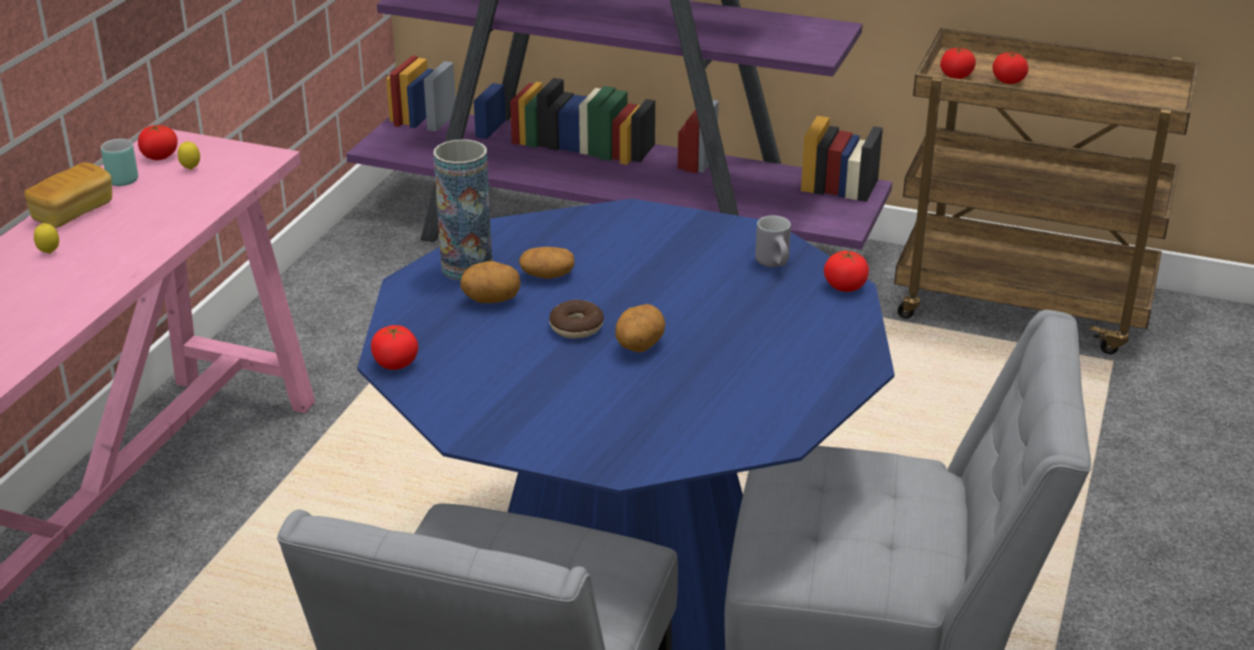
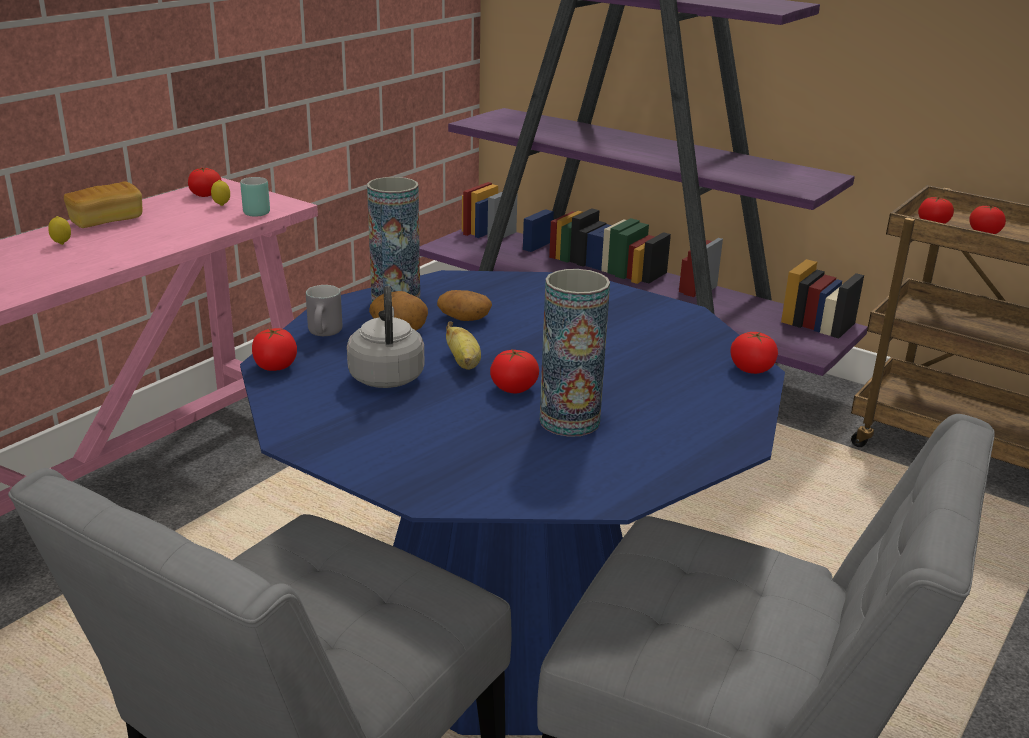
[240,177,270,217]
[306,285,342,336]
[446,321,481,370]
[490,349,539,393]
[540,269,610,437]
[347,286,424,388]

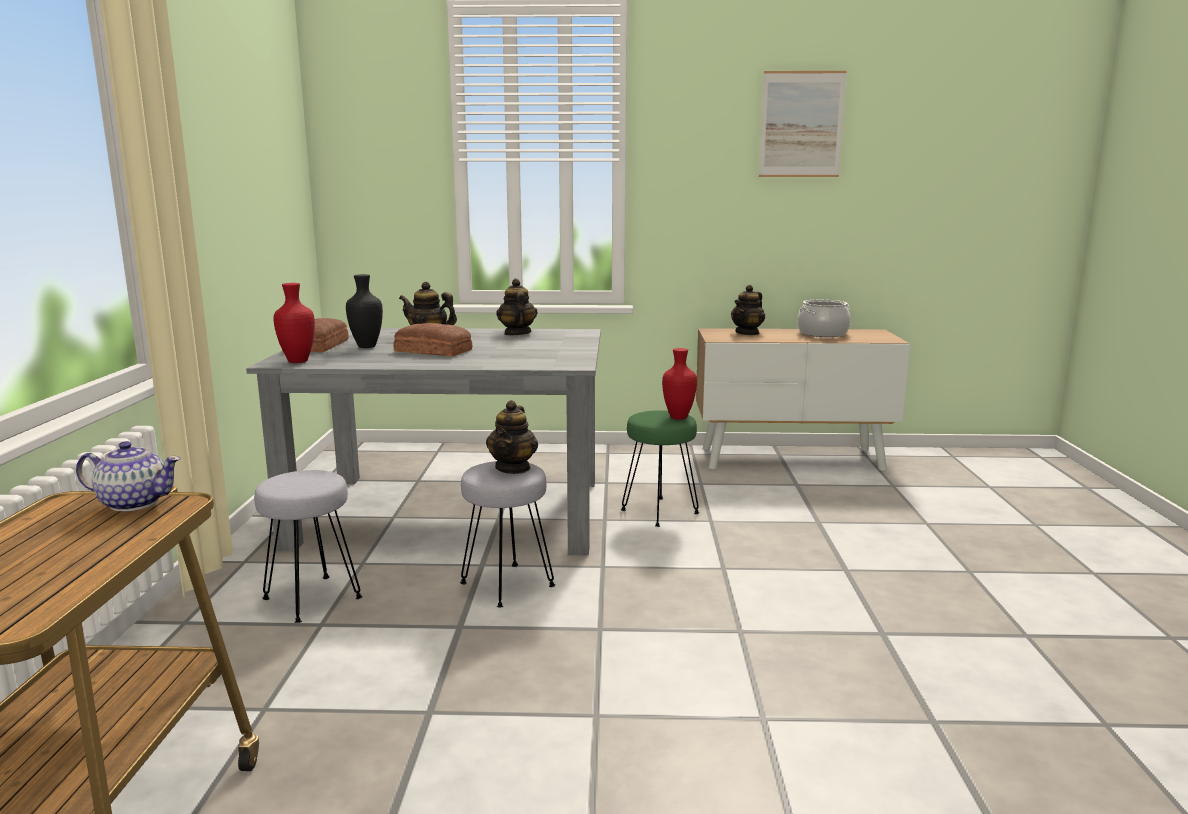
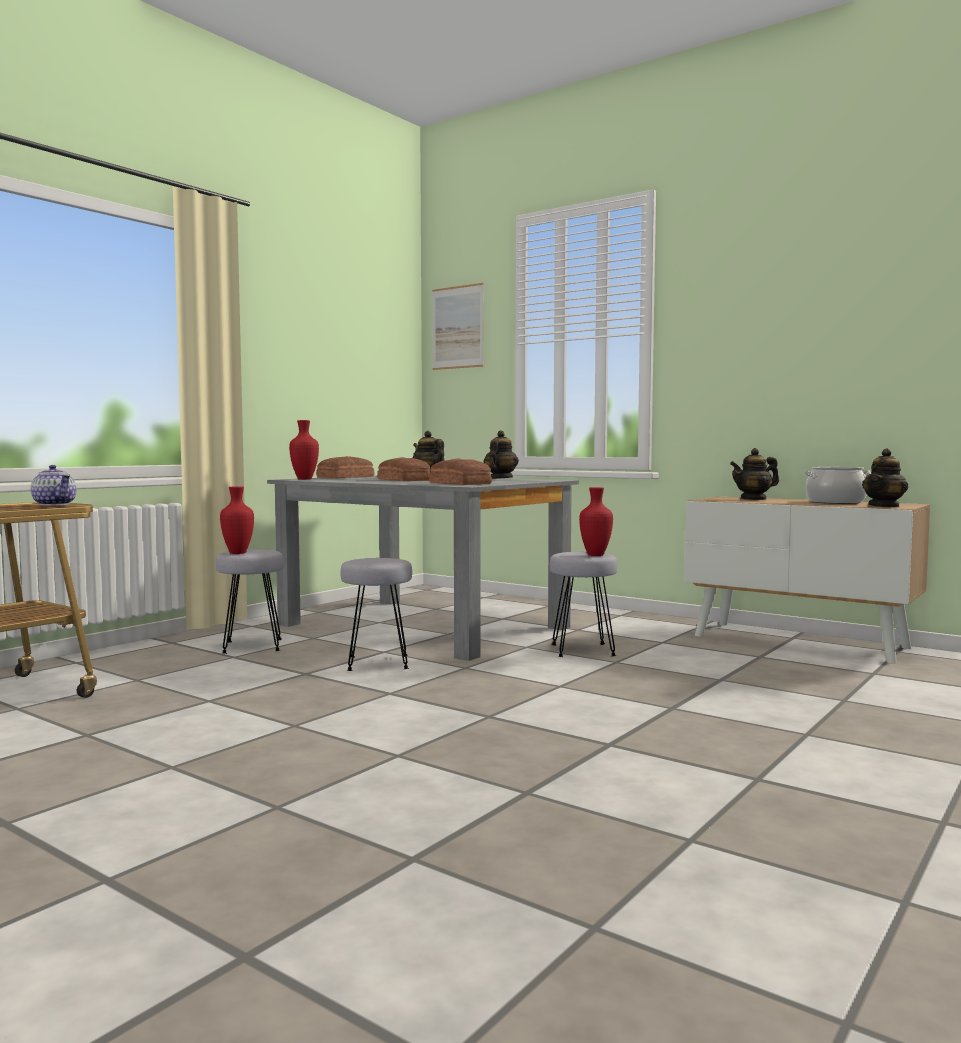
[432,283,484,370]
[346,274,383,348] (first image)
[862,448,908,508]
[550,552,617,657]
[429,458,492,485]
[220,486,254,554]

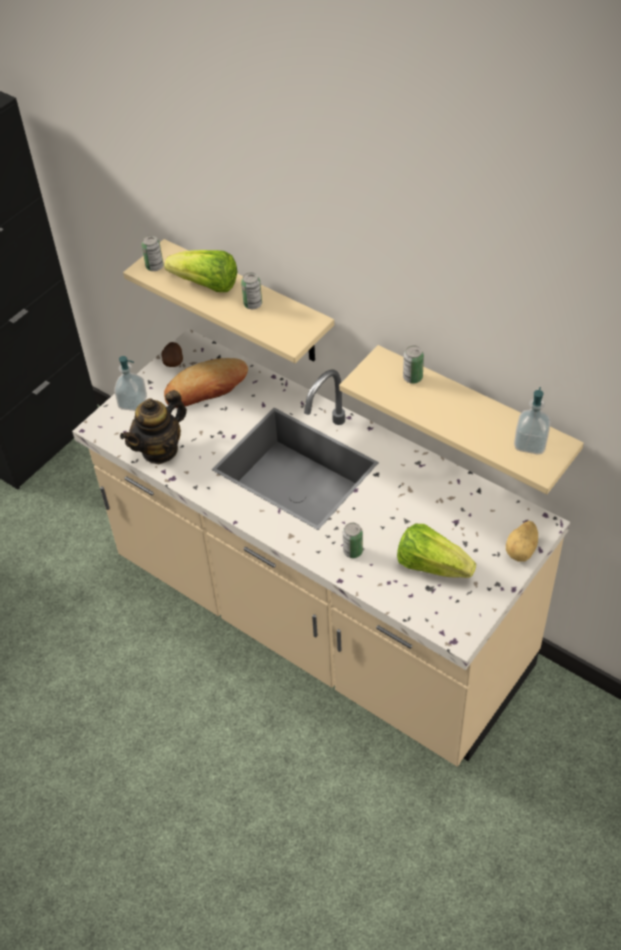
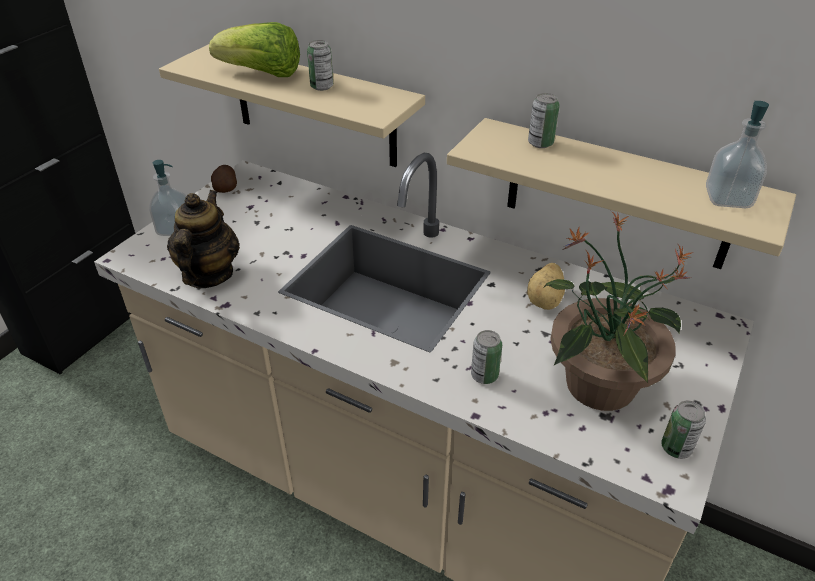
[661,401,706,459]
[164,358,248,408] (first image)
[167,190,240,288]
[527,263,565,310]
[543,211,694,411]

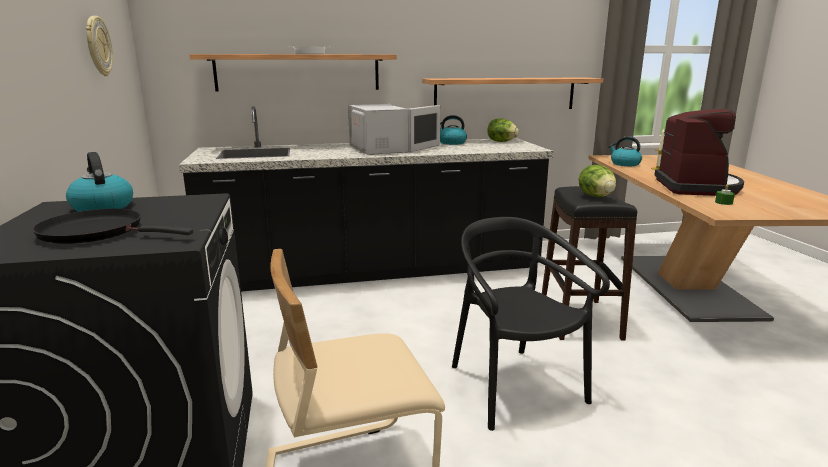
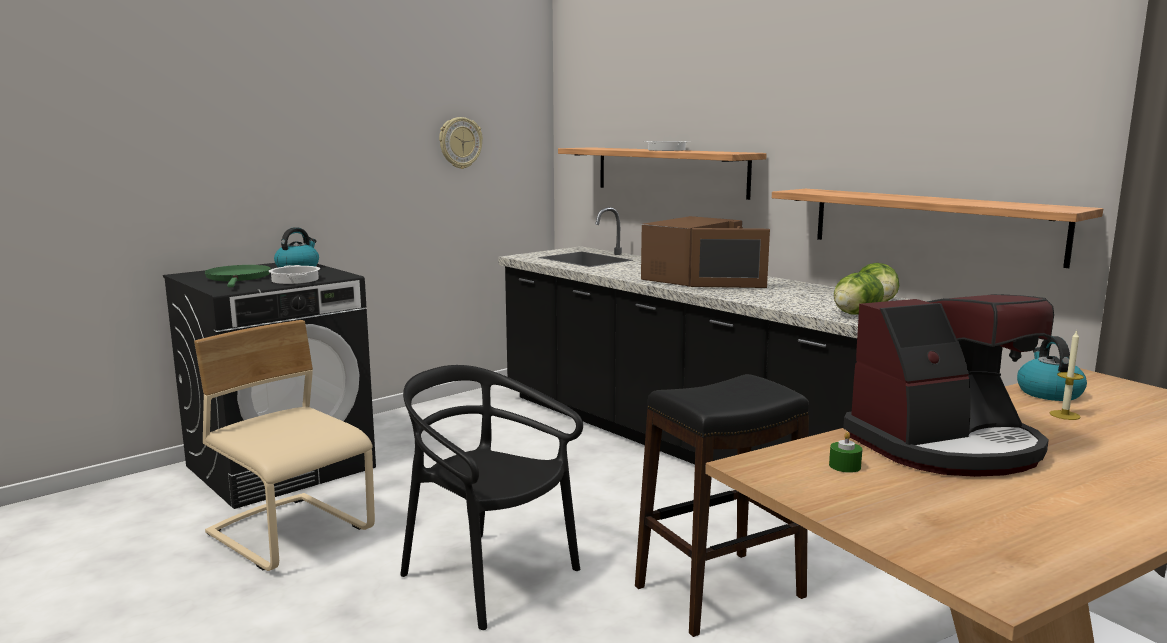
[641,216,770,288]
[440,115,467,145] (first image)
[834,272,884,314]
[204,265,271,287]
[400,365,583,630]
[268,265,320,284]

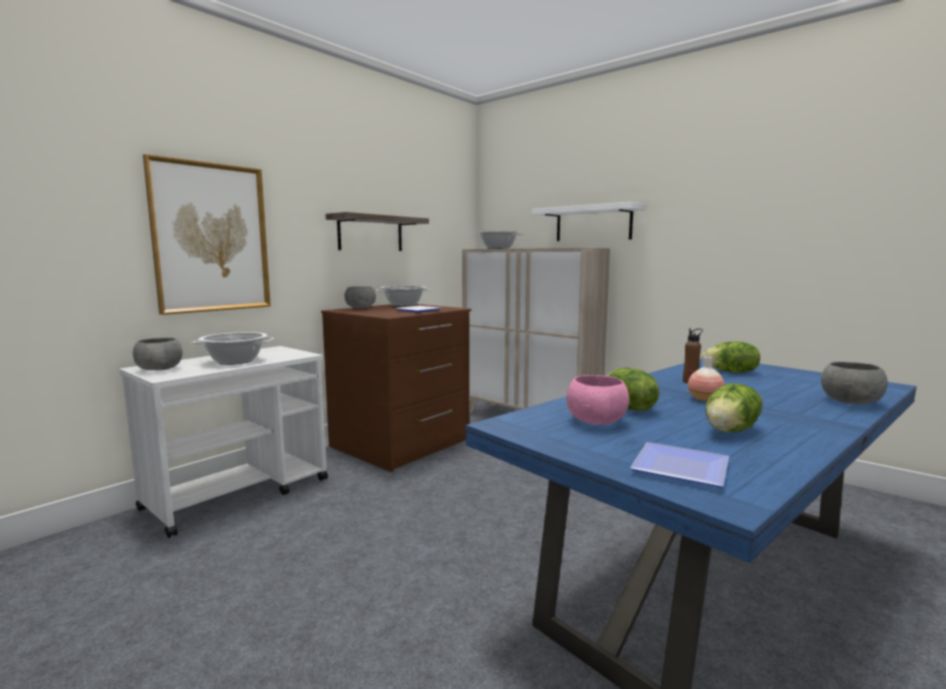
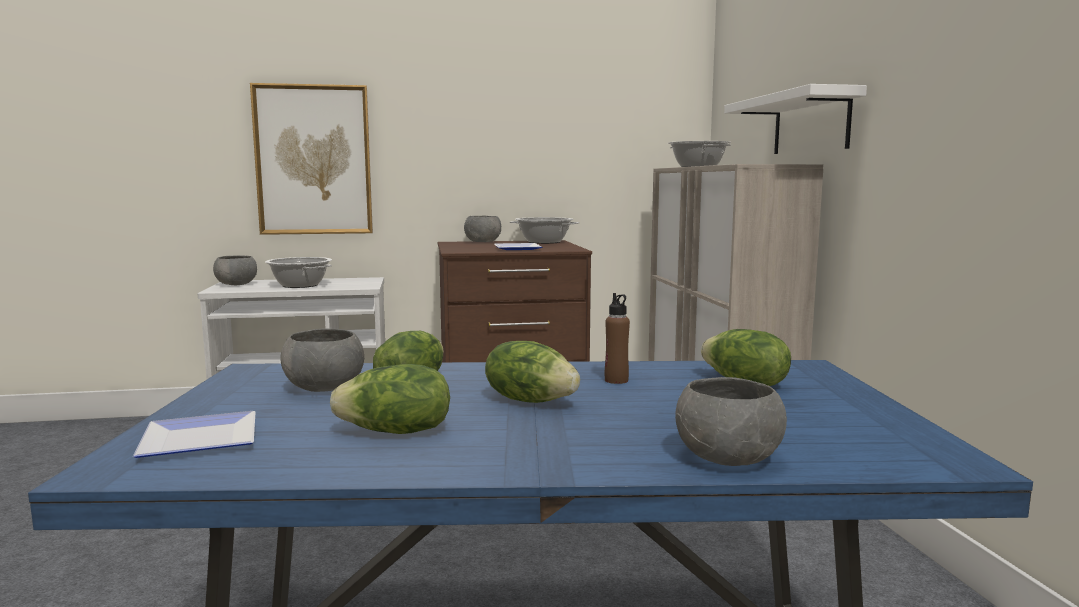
[325,212,429,251] (first image)
[485,341,580,403]
[281,328,364,392]

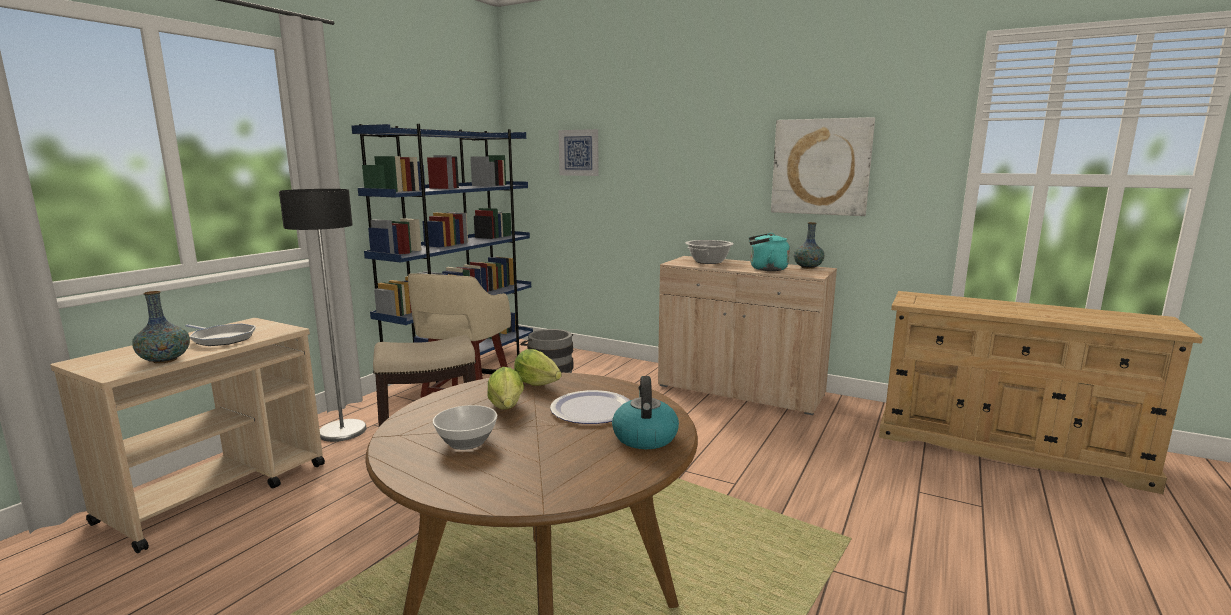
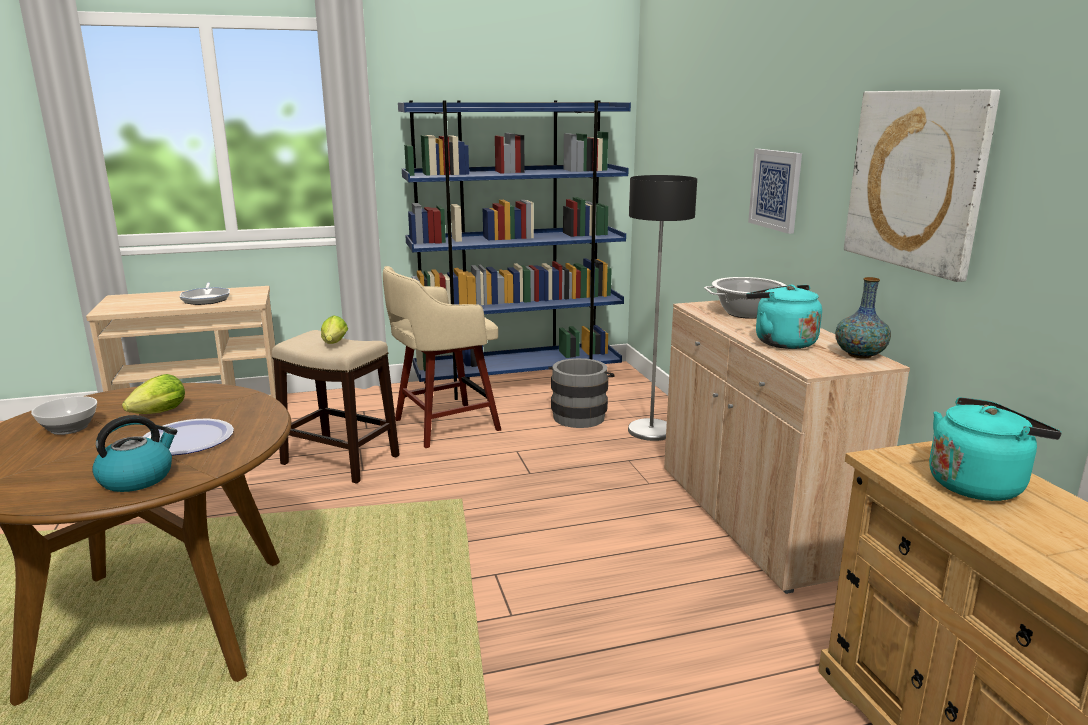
[748,149,802,234]
[628,175,697,441]
[132,291,190,363] (first image)
[321,315,348,344]
[929,397,1062,501]

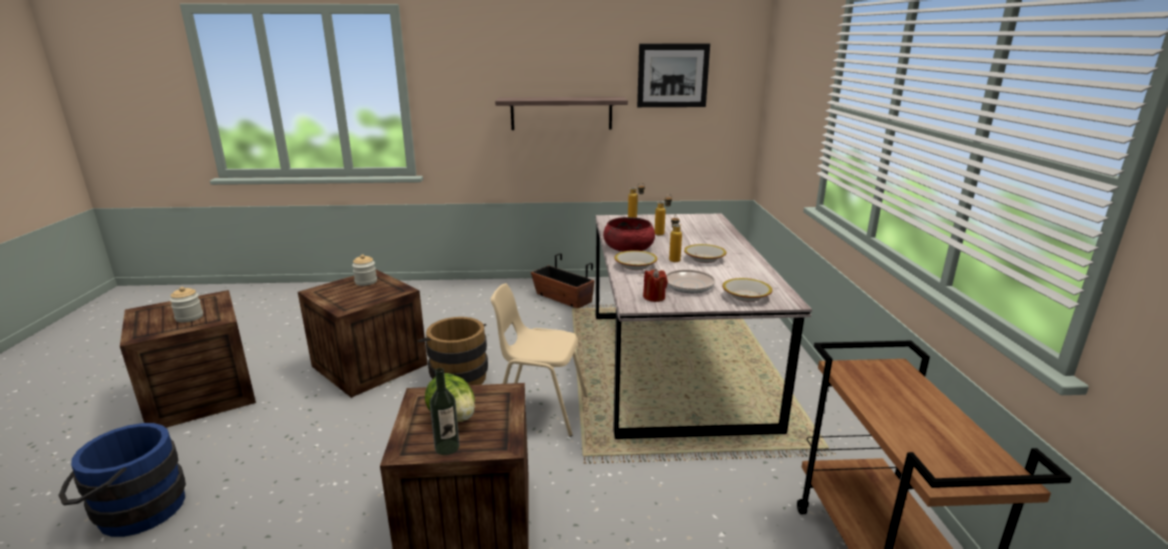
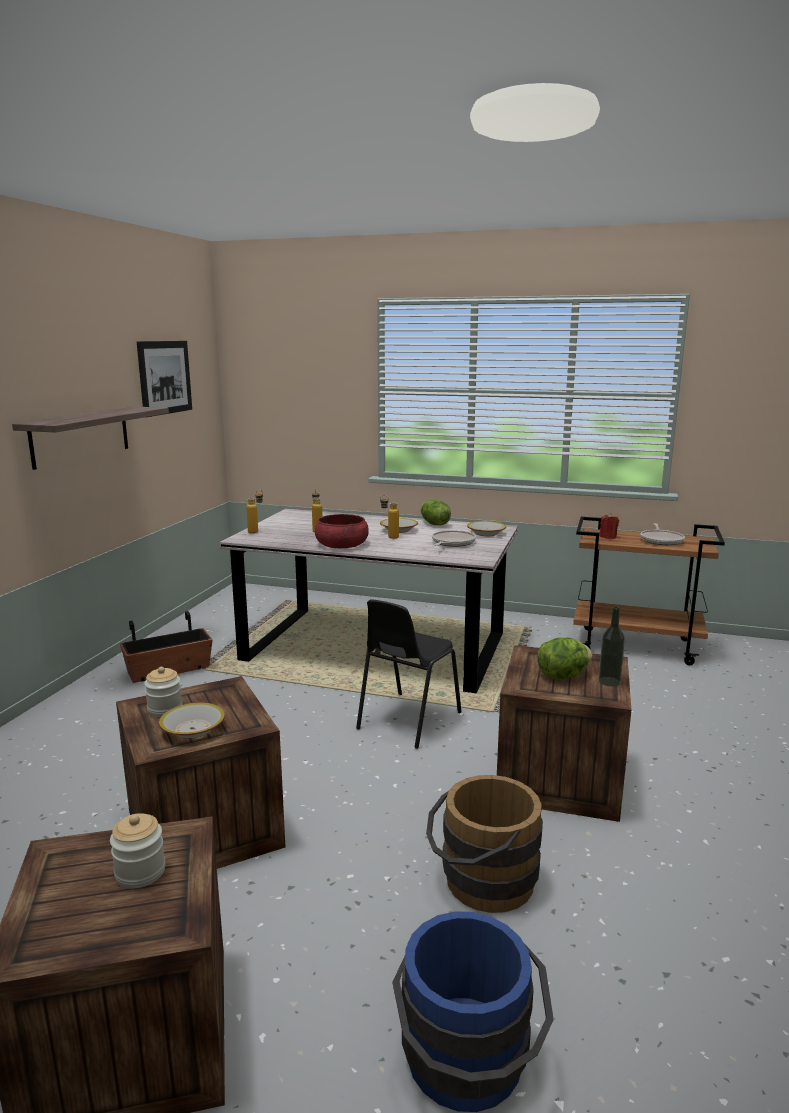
[159,703,225,739]
[599,513,619,539]
[356,599,462,749]
[426,775,543,913]
[421,500,451,525]
[640,523,685,545]

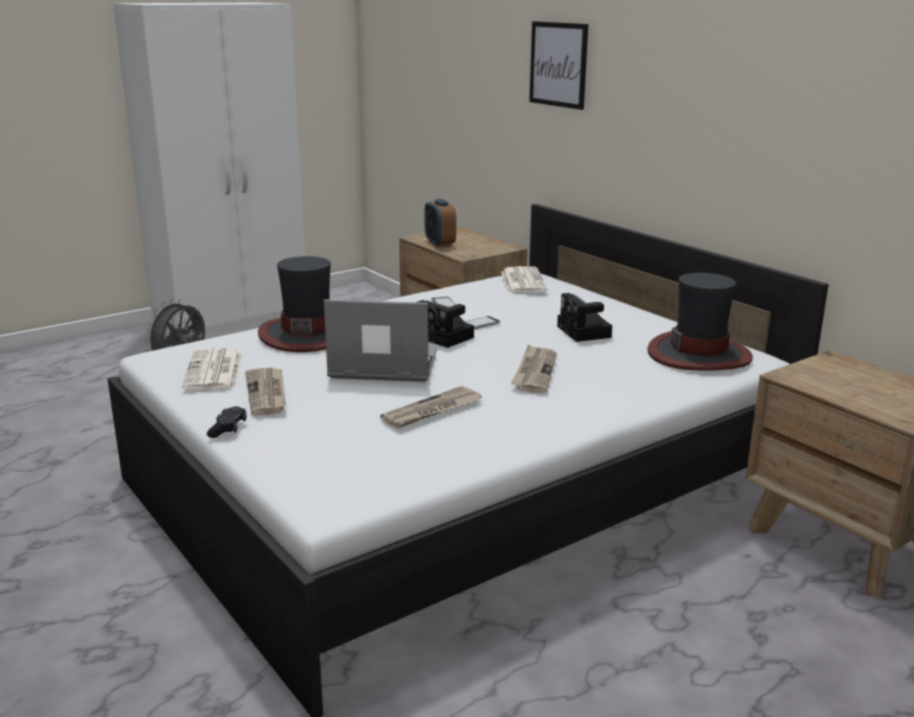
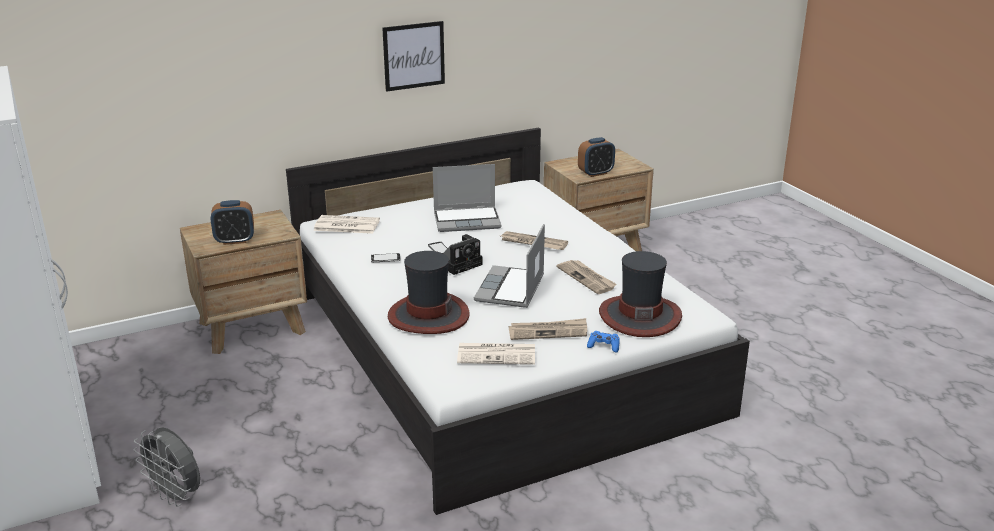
[382,21,445,92]
[599,251,682,337]
[433,164,501,232]
[587,331,620,352]
[578,137,615,177]

